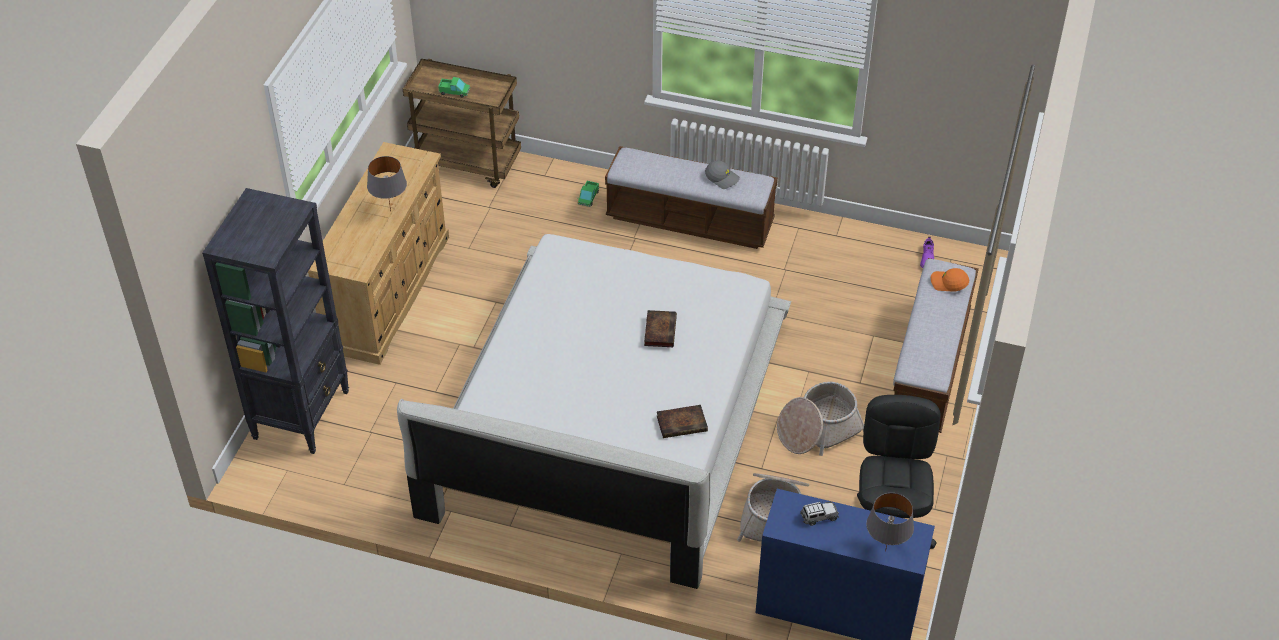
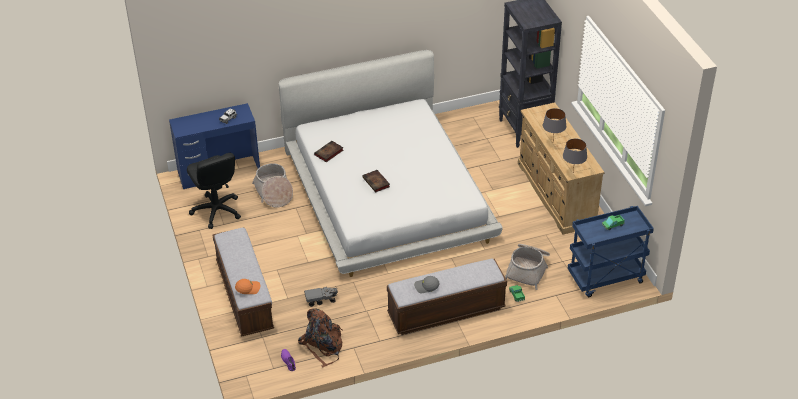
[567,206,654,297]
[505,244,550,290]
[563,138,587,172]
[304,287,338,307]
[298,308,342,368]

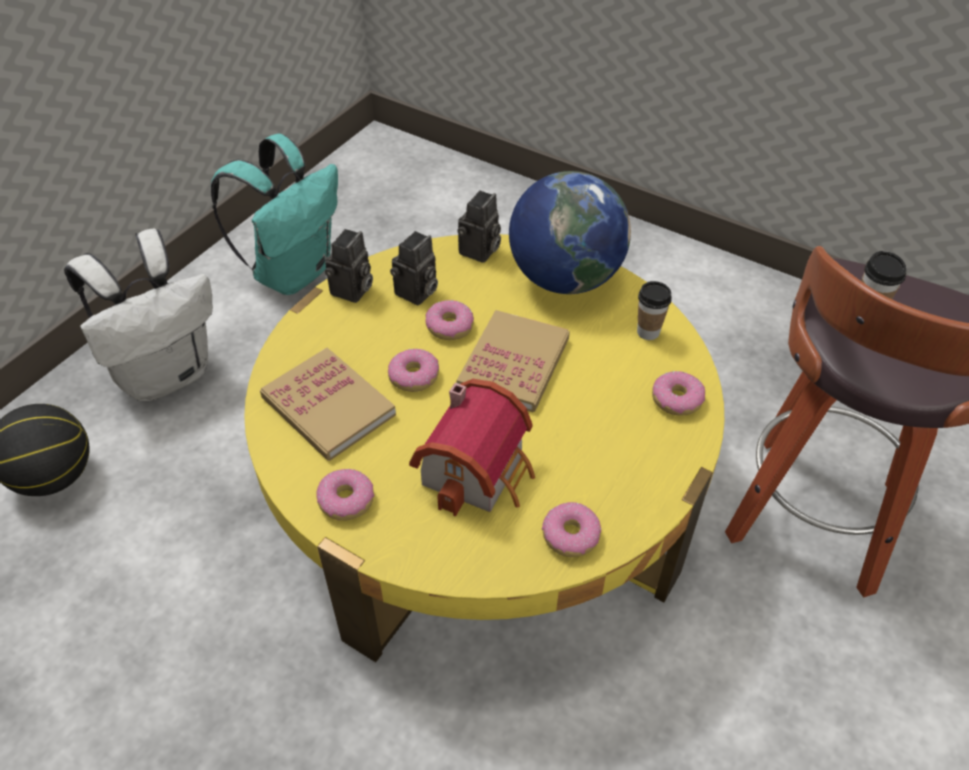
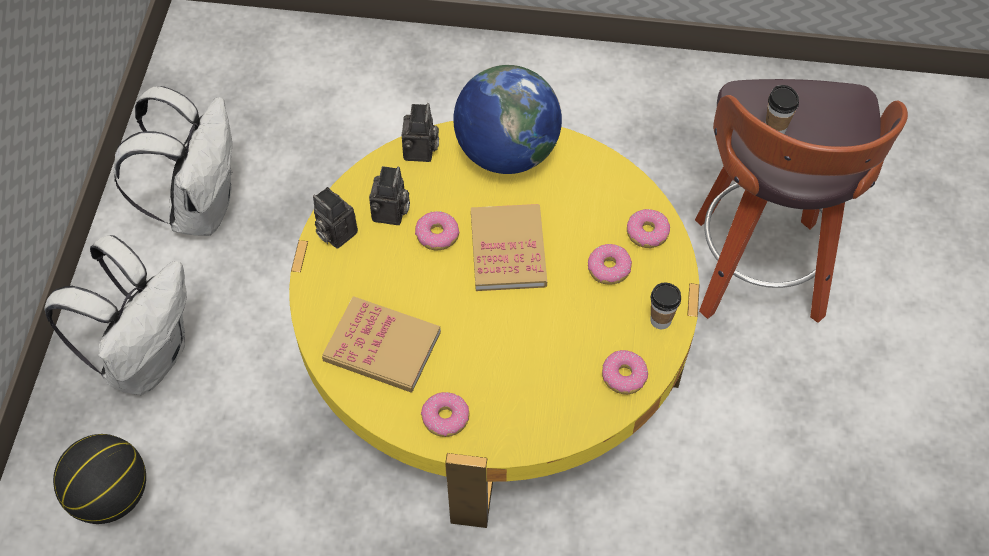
[113,86,232,236]
[313,187,358,248]
[651,282,681,329]
[588,244,632,285]
[409,379,535,517] (first image)

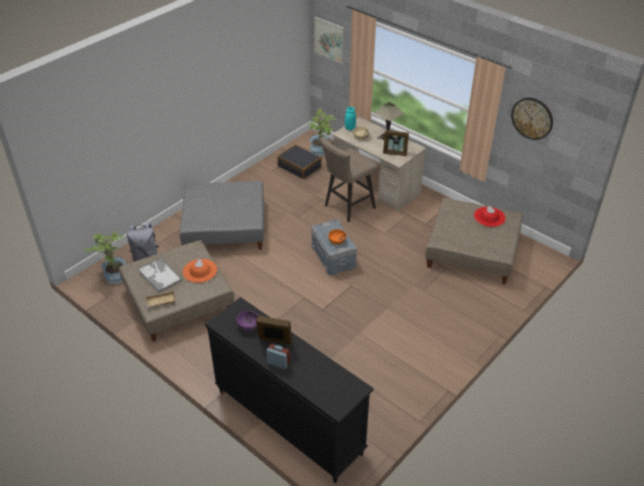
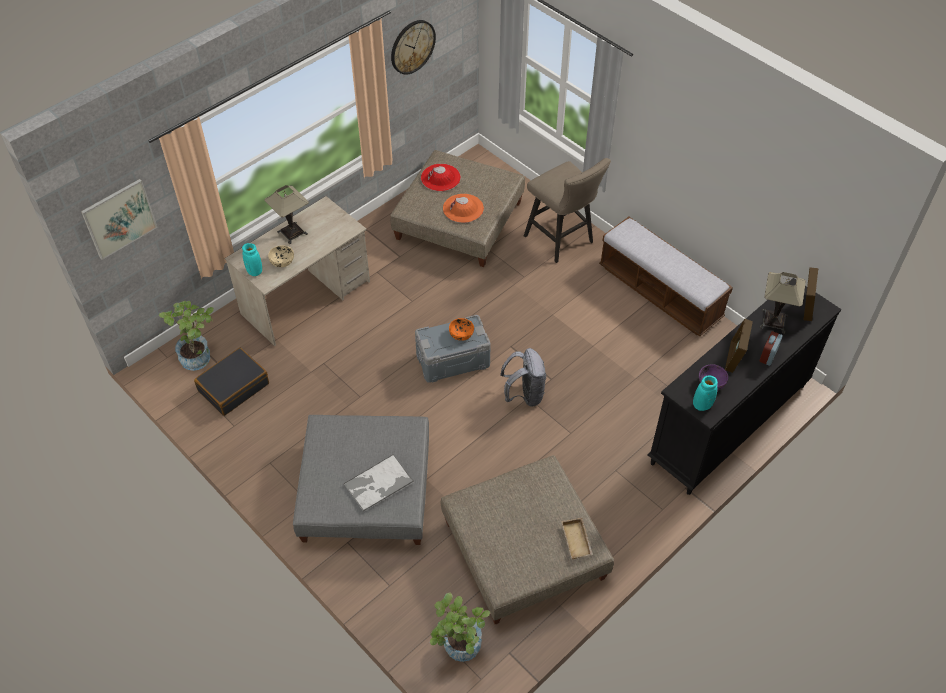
[804,268,818,321]
[524,158,611,263]
[500,348,546,407]
[344,454,414,512]
[443,194,484,223]
[599,217,733,336]
[760,272,806,333]
[693,375,718,411]

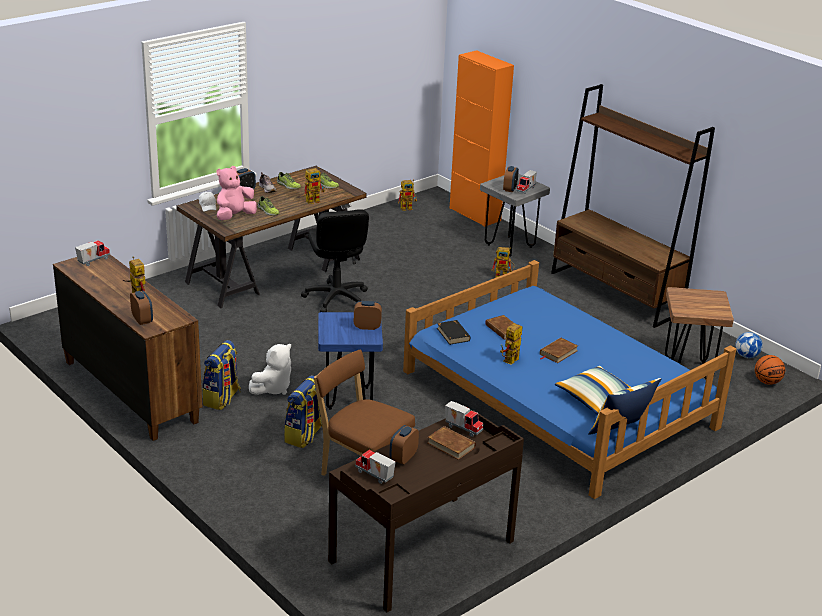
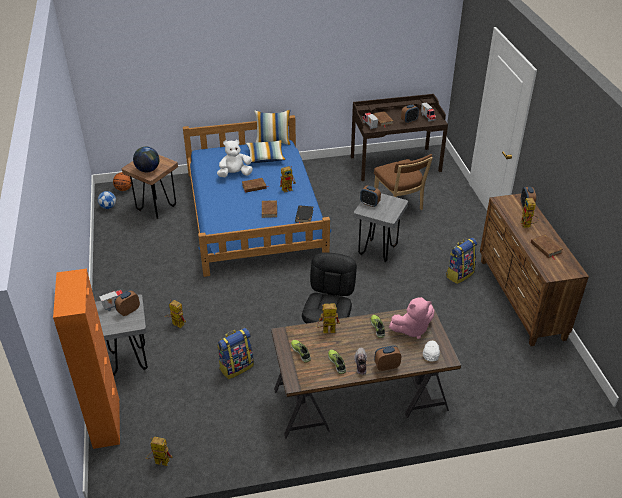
[551,84,715,328] (first image)
[75,240,110,266] (first image)
[353,193,408,262]
[217,140,253,177]
[217,328,254,379]
[133,147,159,172]
[531,234,563,260]

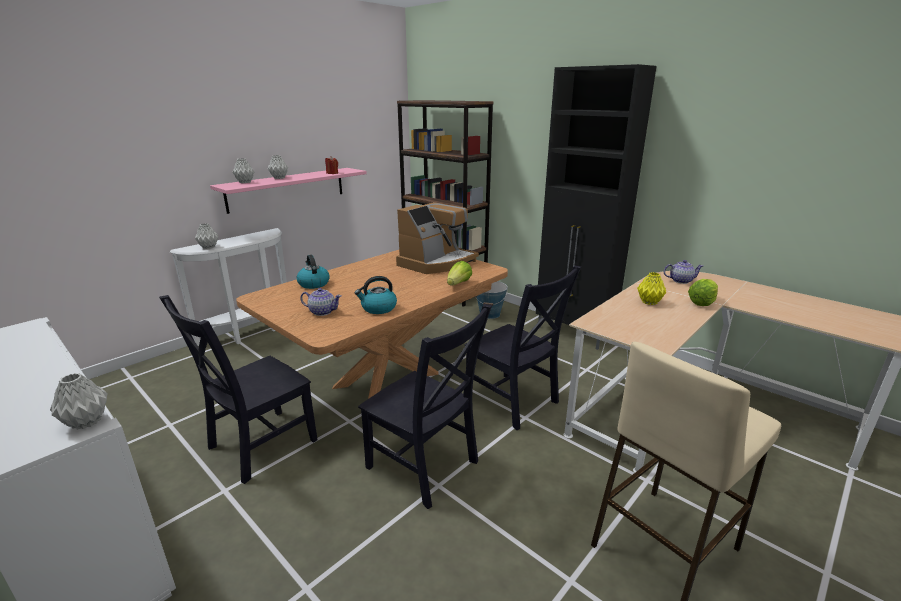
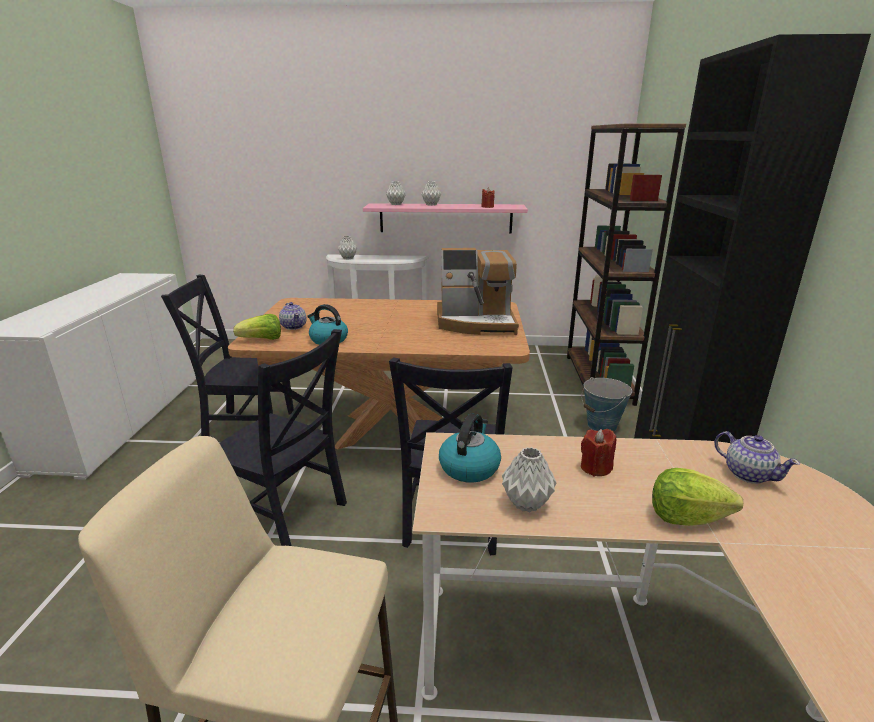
[439,413,501,483]
[233,314,281,340]
[581,429,616,476]
[219,329,347,546]
[502,447,557,513]

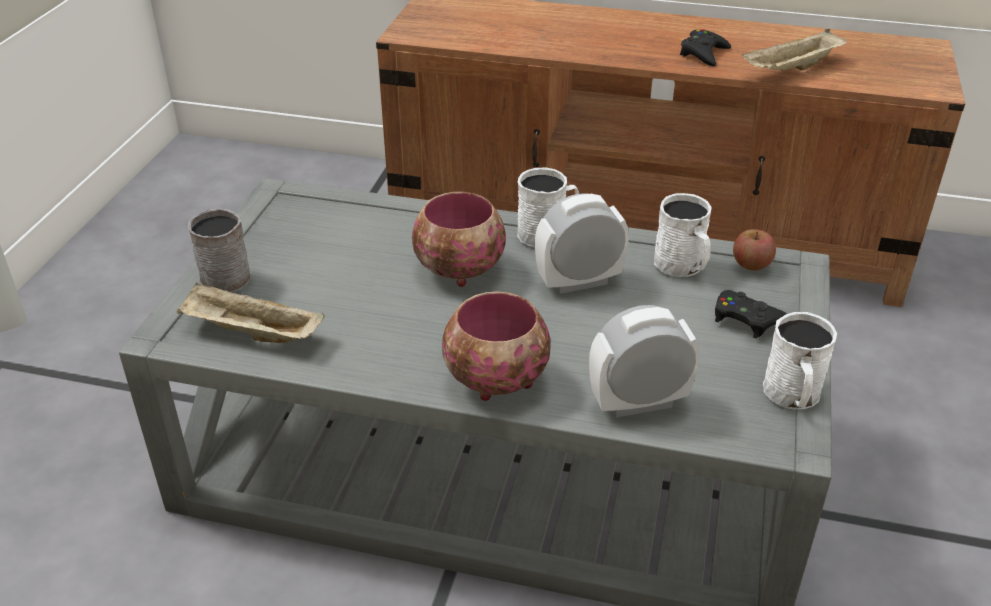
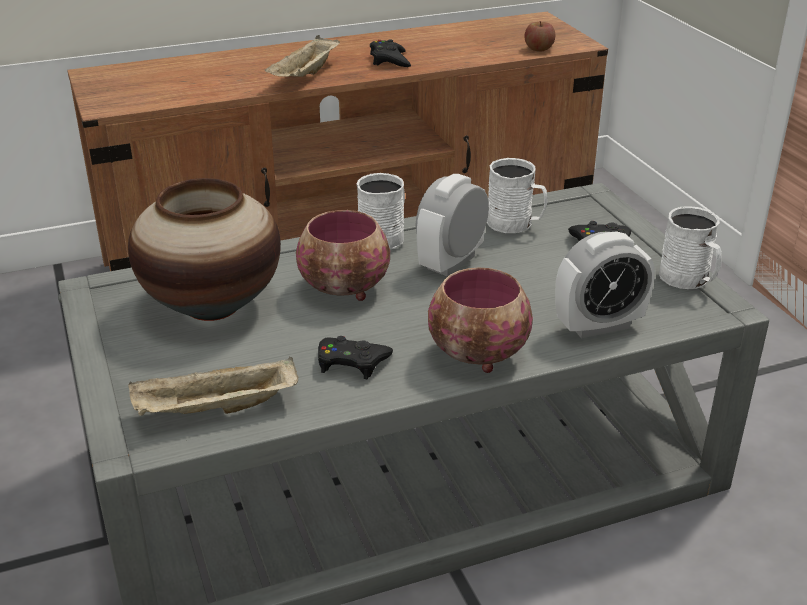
[265,35,340,77]
[188,209,251,293] (first image)
[525,21,555,51]
[555,231,655,339]
[128,178,281,321]
[318,336,393,379]

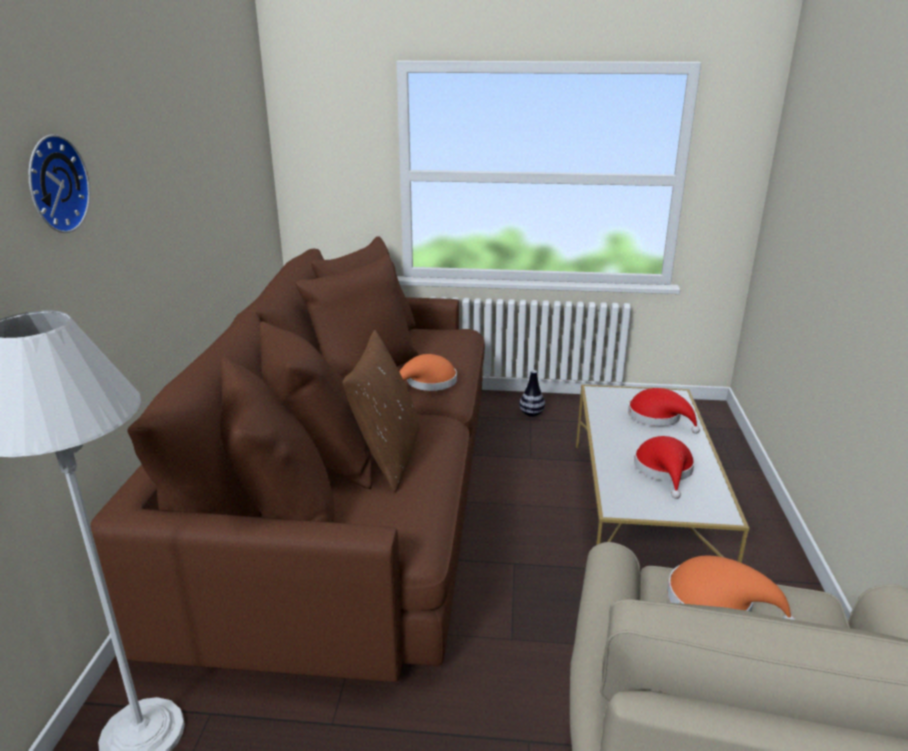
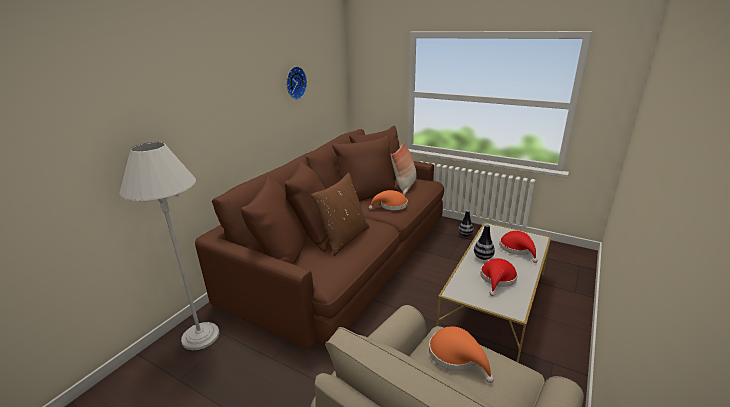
[286,66,307,99]
[391,143,417,195]
[474,224,495,260]

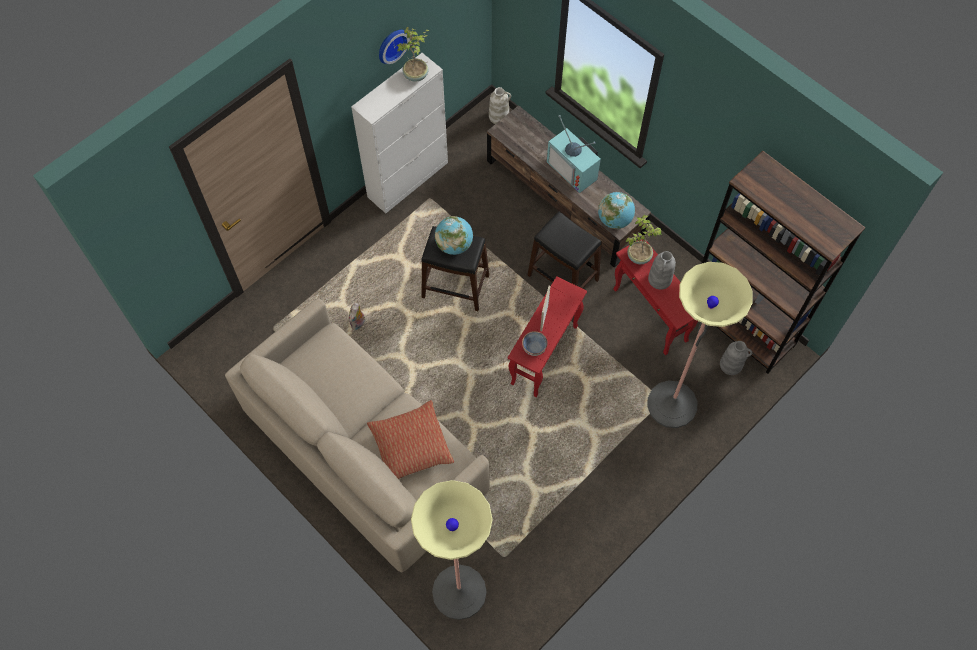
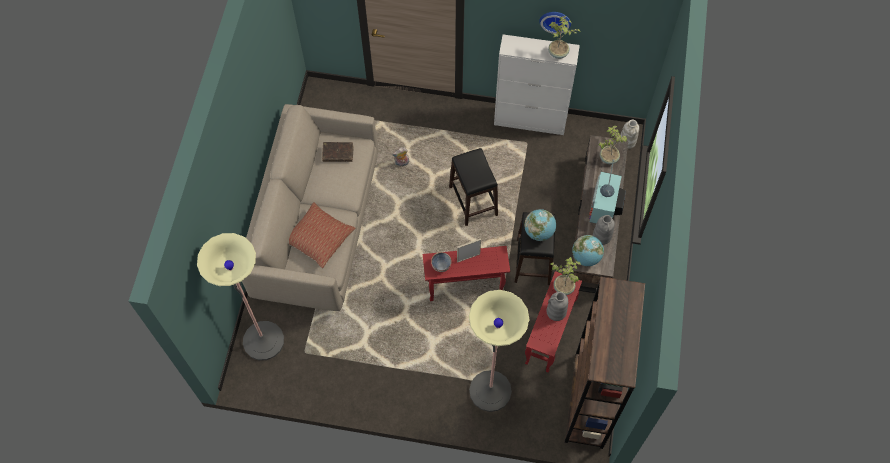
[524,209,556,241]
[593,215,615,245]
[598,125,627,164]
[322,142,353,162]

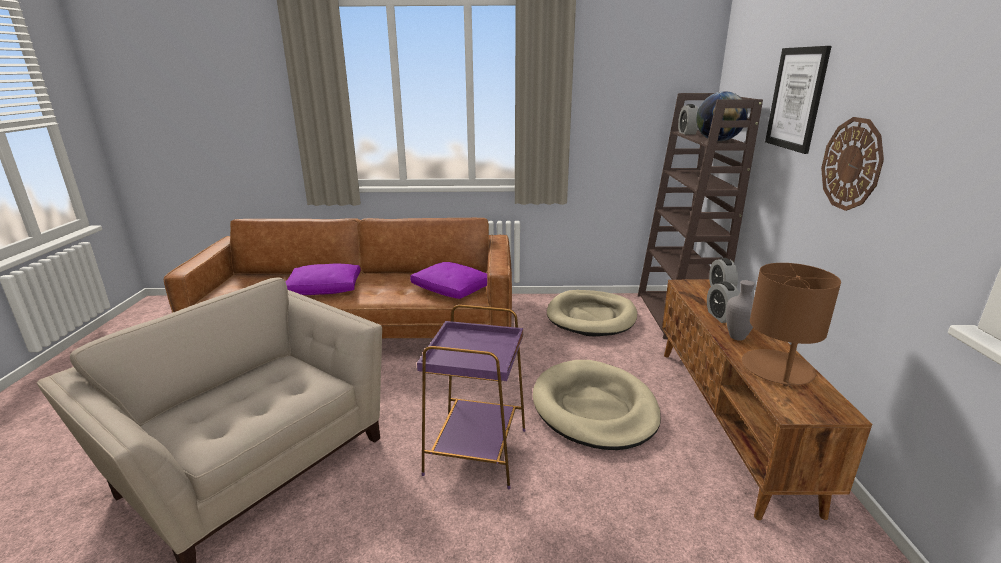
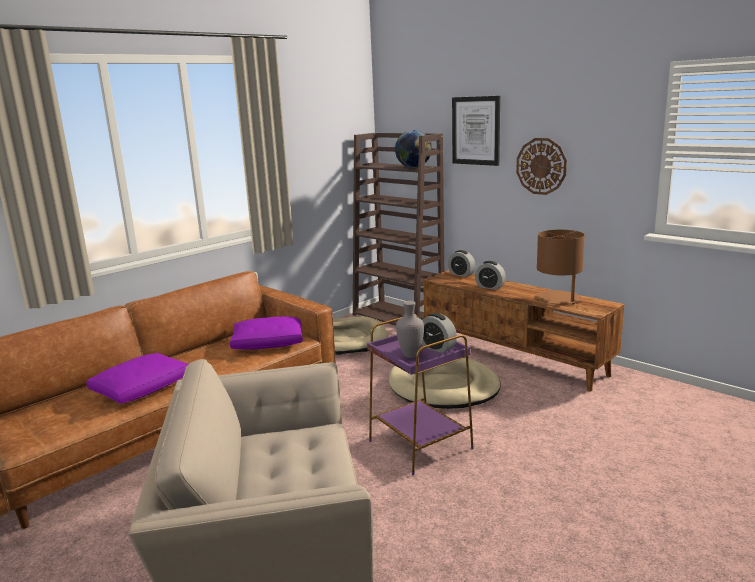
[422,313,457,353]
[396,301,424,358]

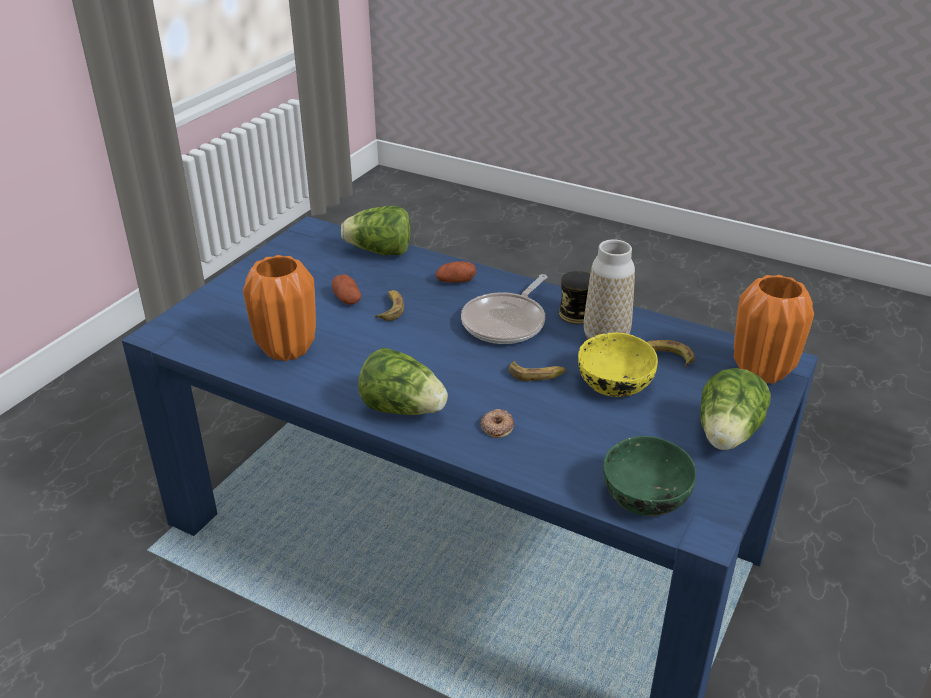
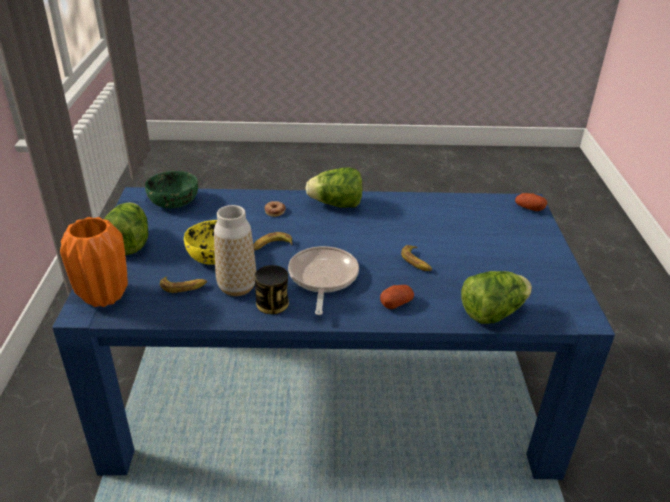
[243,255,316,361] (first image)
[515,193,547,211]

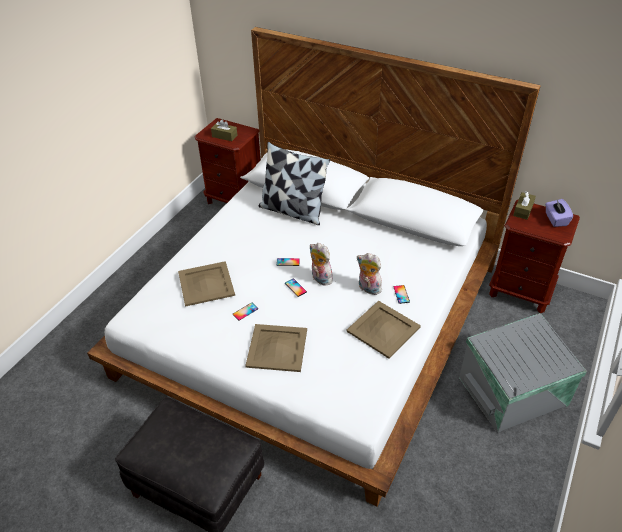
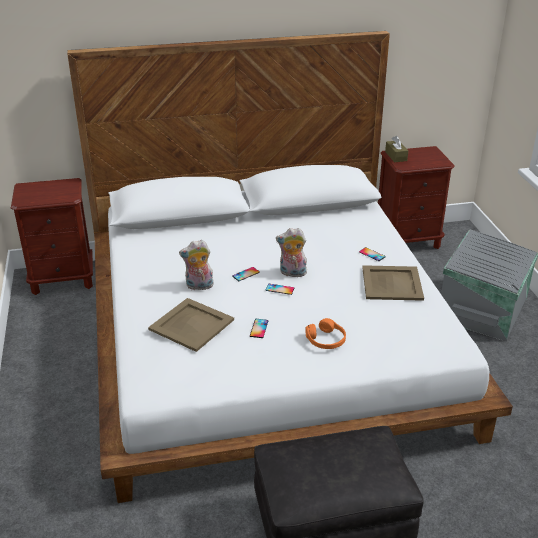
[211,120,238,141] (first image)
[259,142,330,225] (first image)
[545,199,573,227] (first image)
[179,240,214,290]
[305,318,346,349]

